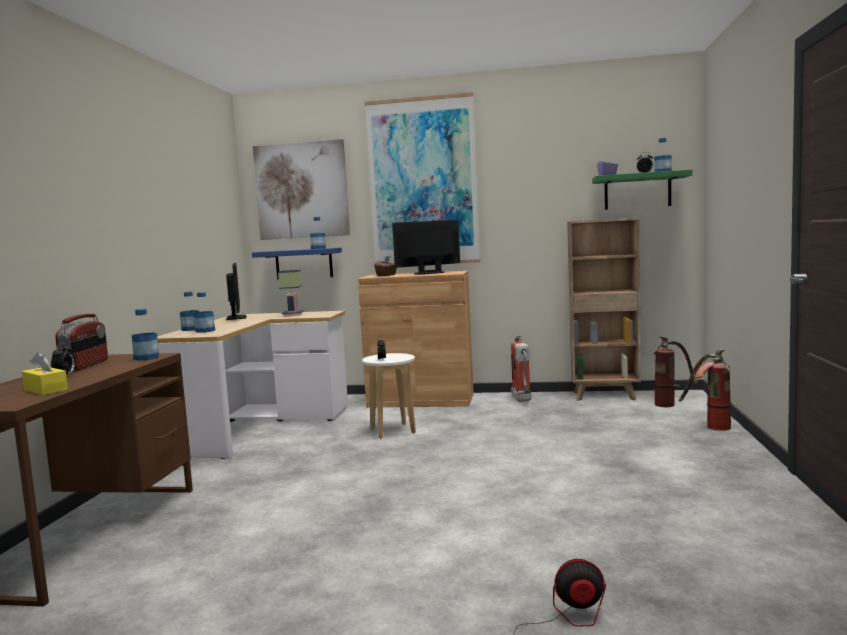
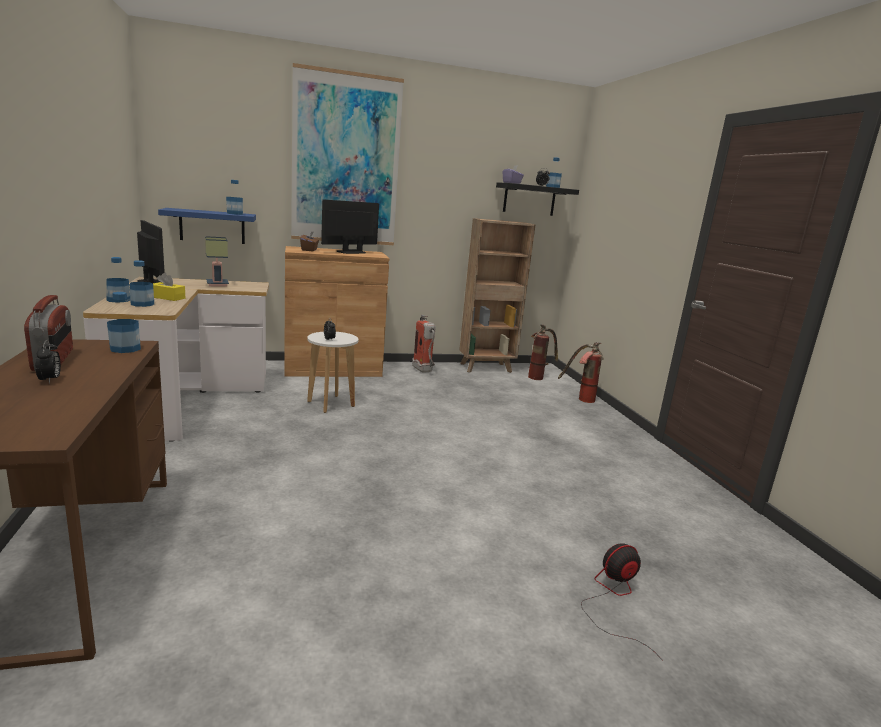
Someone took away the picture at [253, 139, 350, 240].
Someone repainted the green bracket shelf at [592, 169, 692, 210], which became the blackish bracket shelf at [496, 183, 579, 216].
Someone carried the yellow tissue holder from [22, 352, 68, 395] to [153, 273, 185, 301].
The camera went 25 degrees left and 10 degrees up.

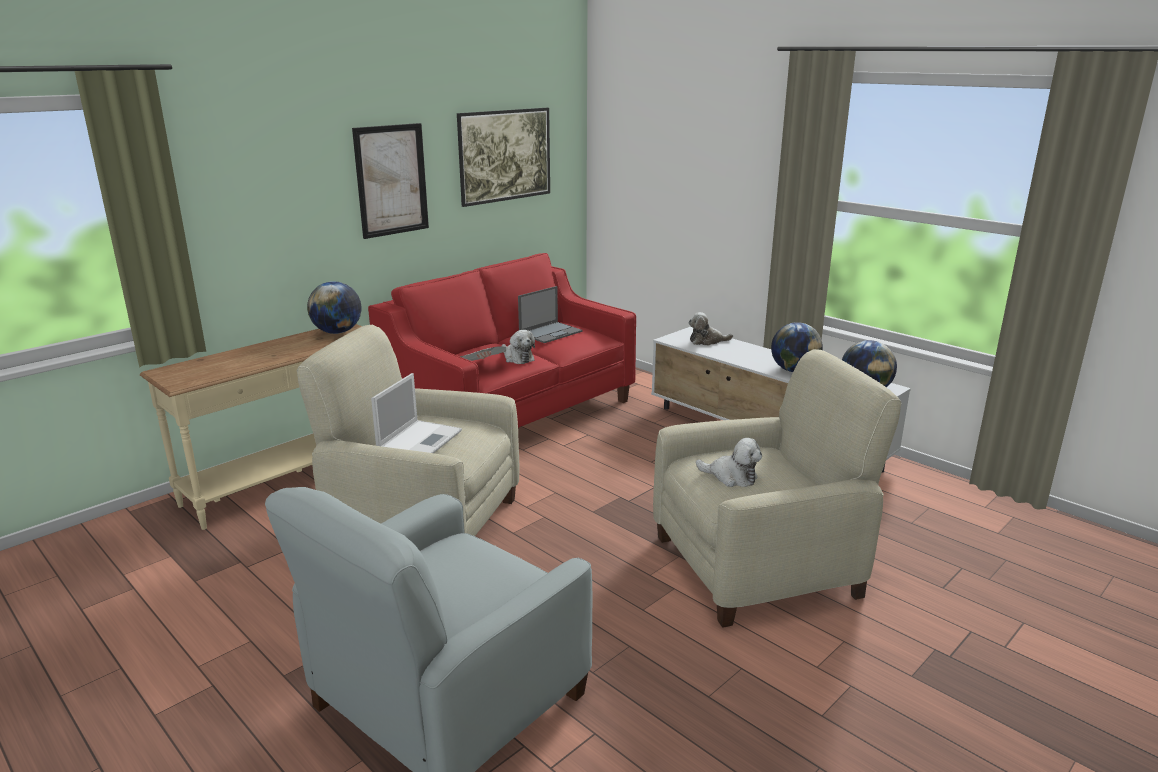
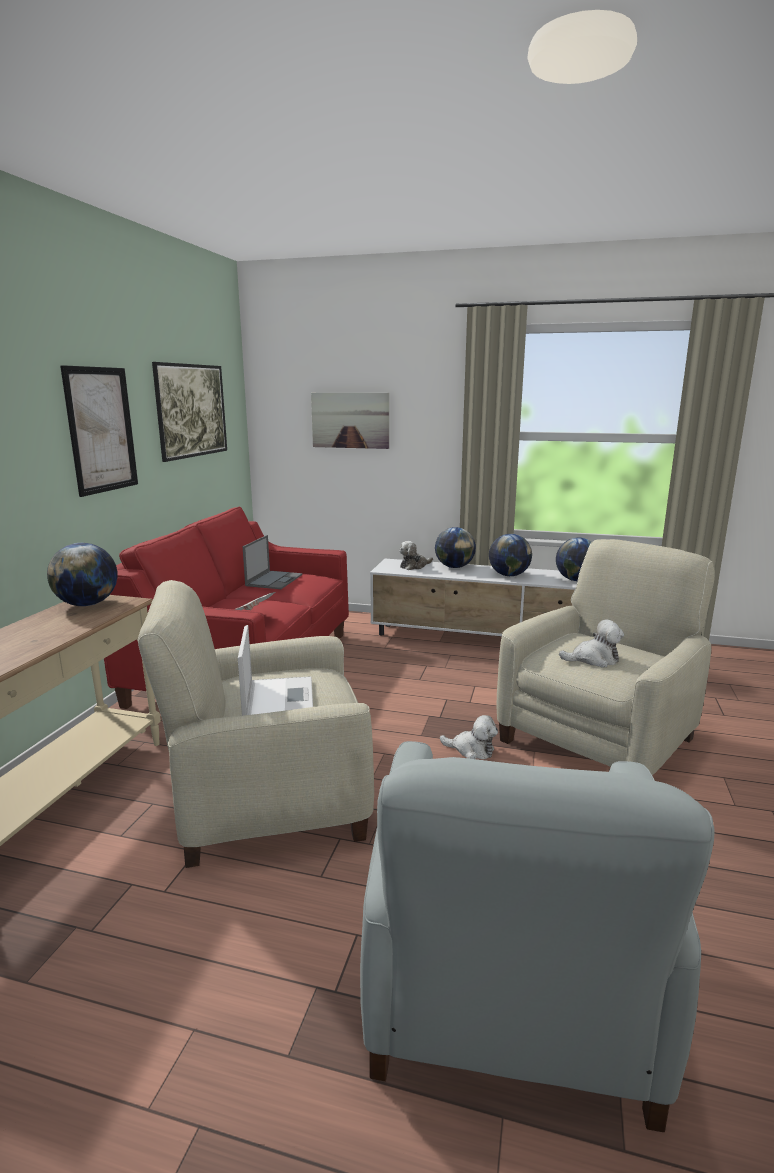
Someone carried the plush toy from [502, 330, 535, 364] to [440, 715, 498, 759].
Someone put up the picture at [311, 393, 389, 449].
Someone put down the globe at [435, 527, 476, 568].
The camera went 30 degrees left and 5 degrees down.

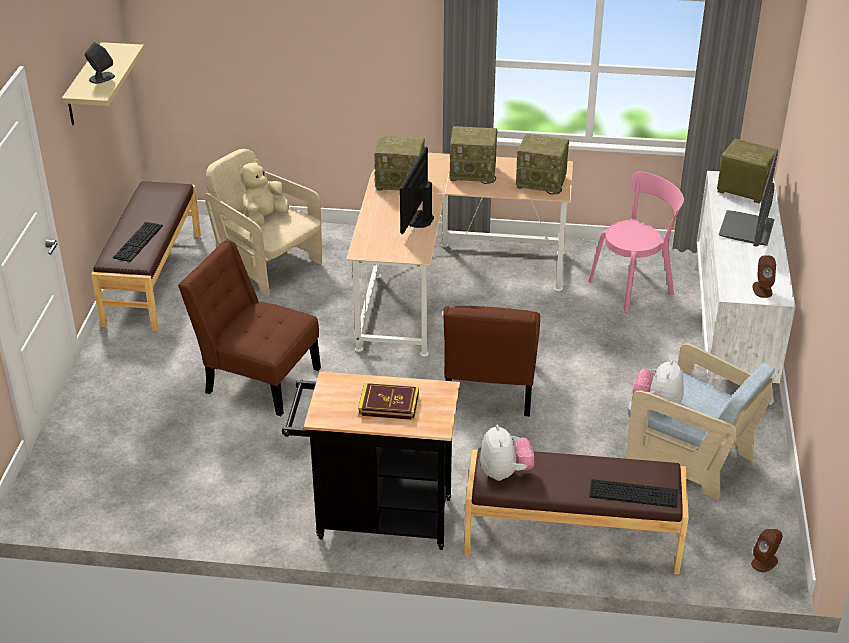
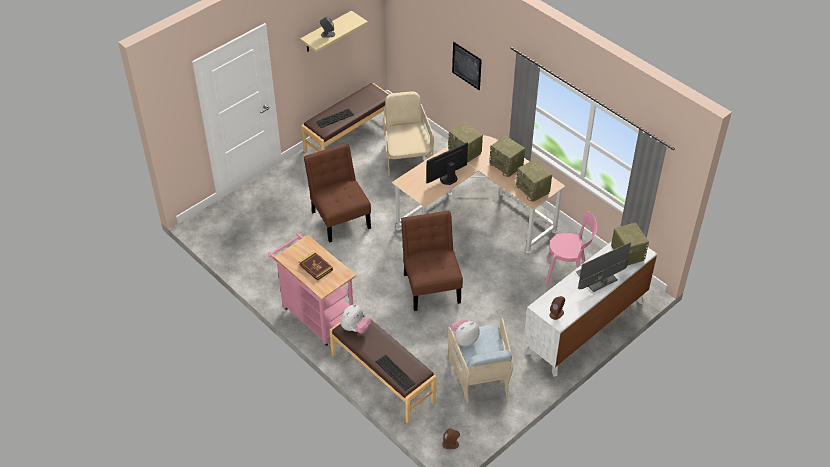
Someone took away the sand-coloured plush toy at [239, 159, 289, 227].
Someone rotated the brown upright chair at [443, 306, 540, 416] by 120 degrees clockwise.
Someone repainted the blackish cart at [282, 371, 460, 550], which became the pink-coloured cart at [268, 233, 356, 347].
Someone put up the picture at [452, 42, 482, 90].
The camera went 40 degrees right and 10 degrees up.

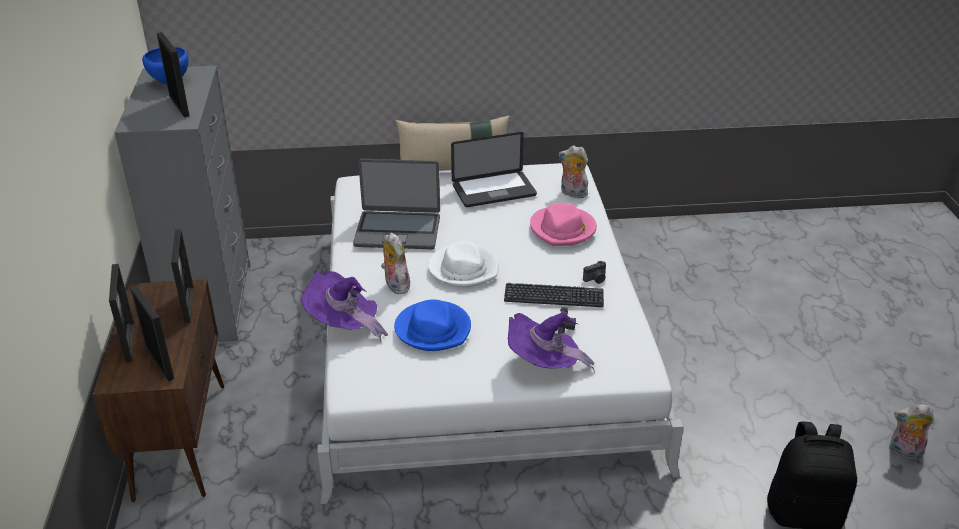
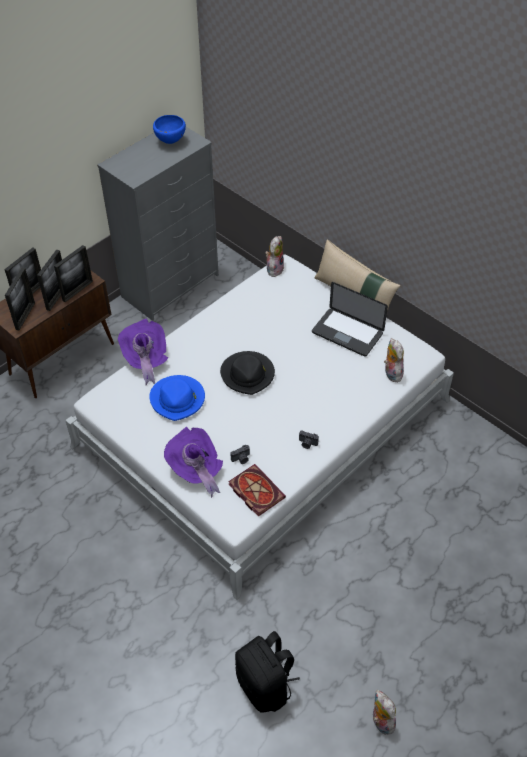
Someone carried the picture frame from [157, 32, 189, 117] to [37, 250, 62, 311].
Someone took away the notebook computer at [353, 159, 440, 249].
Someone took away the pink-coloured wearable hat at [530, 203, 597, 246].
Someone carried the plush toy from [381, 232, 411, 294] to [265, 236, 284, 277].
Someone repainted the whitish wearable hat at [428, 241, 499, 287], which became the blackish wearable hat at [220, 351, 275, 395].
Someone took away the keyboard at [504, 283, 604, 307].
Someone put down the bound book at [228, 464, 286, 517].
The camera went 50 degrees right and 15 degrees up.

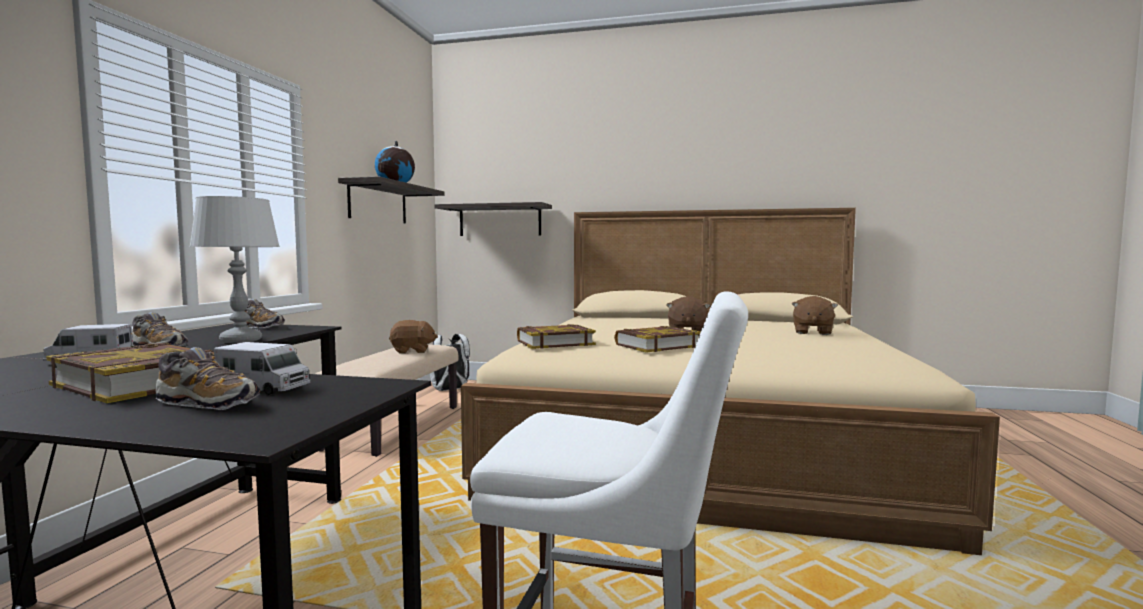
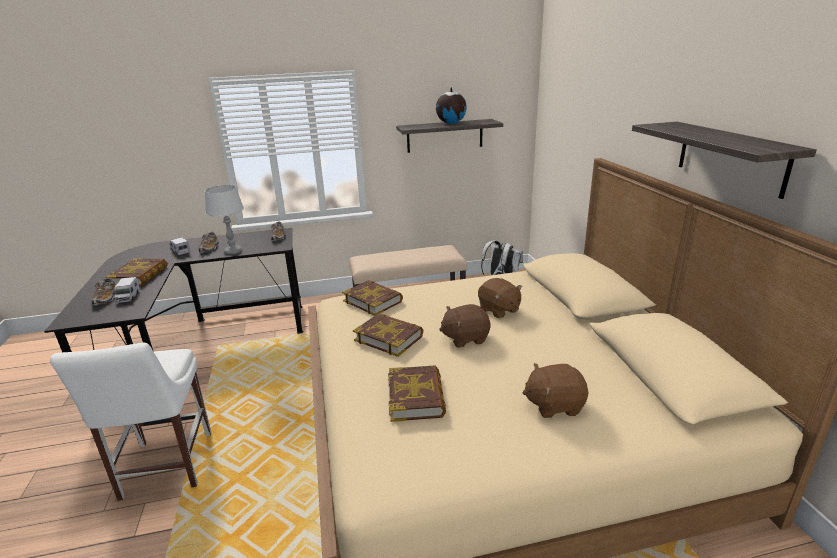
Someone carried the bracket shelf from [434, 202, 552, 236] to [632, 122, 817, 199].
Someone carried the brown plush toy from [389, 320, 438, 354] to [478, 278, 522, 318].
Someone put down the bound book at [388, 365, 446, 422].
The camera went 65 degrees right and 20 degrees up.

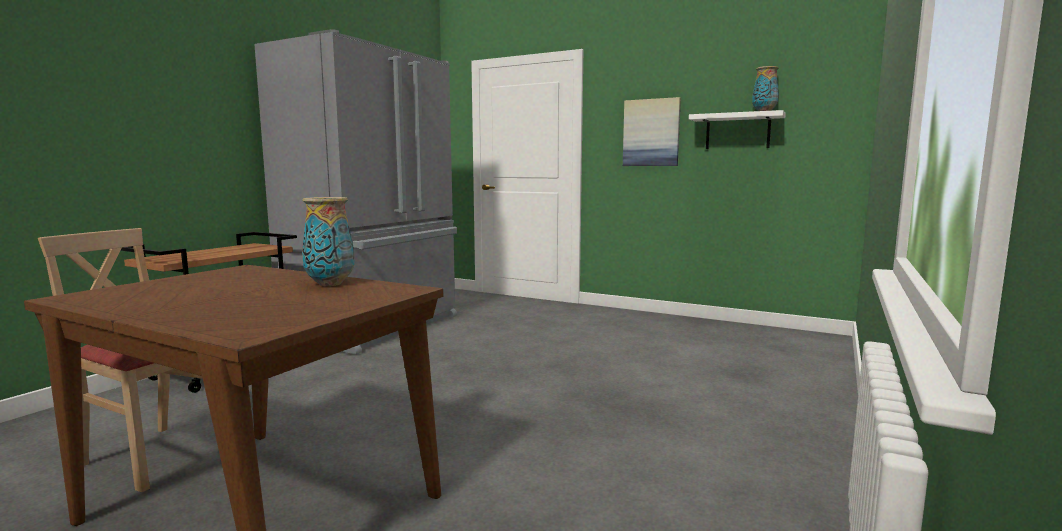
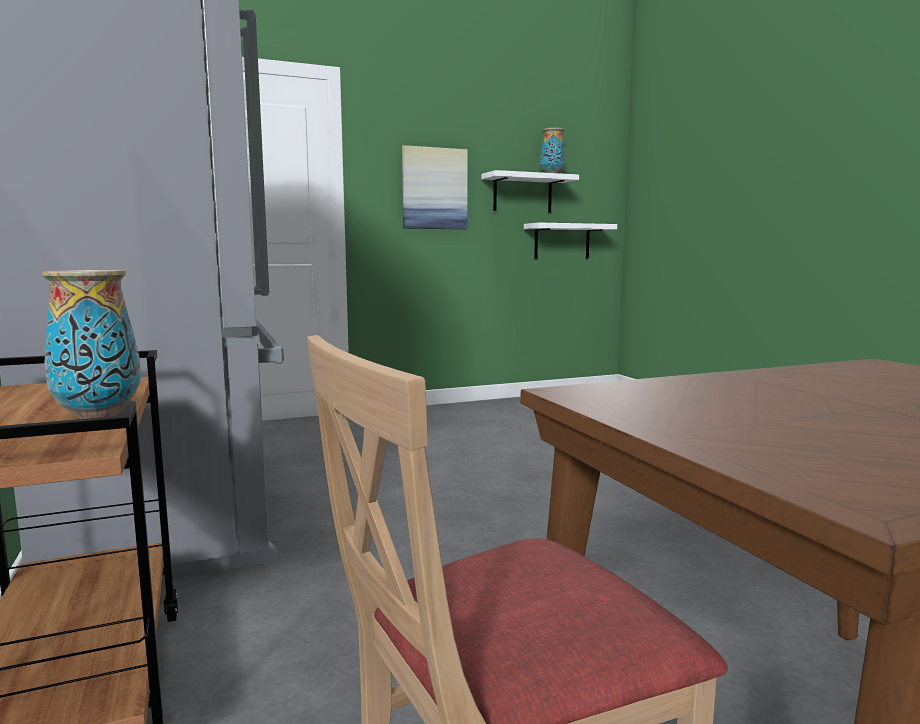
Someone carried the decorative vase from [302, 197, 355, 286] to [42, 270, 141, 419].
Someone put up the whitish bracket shelf at [524, 223, 617, 259].
The camera went 50 degrees left and 0 degrees up.

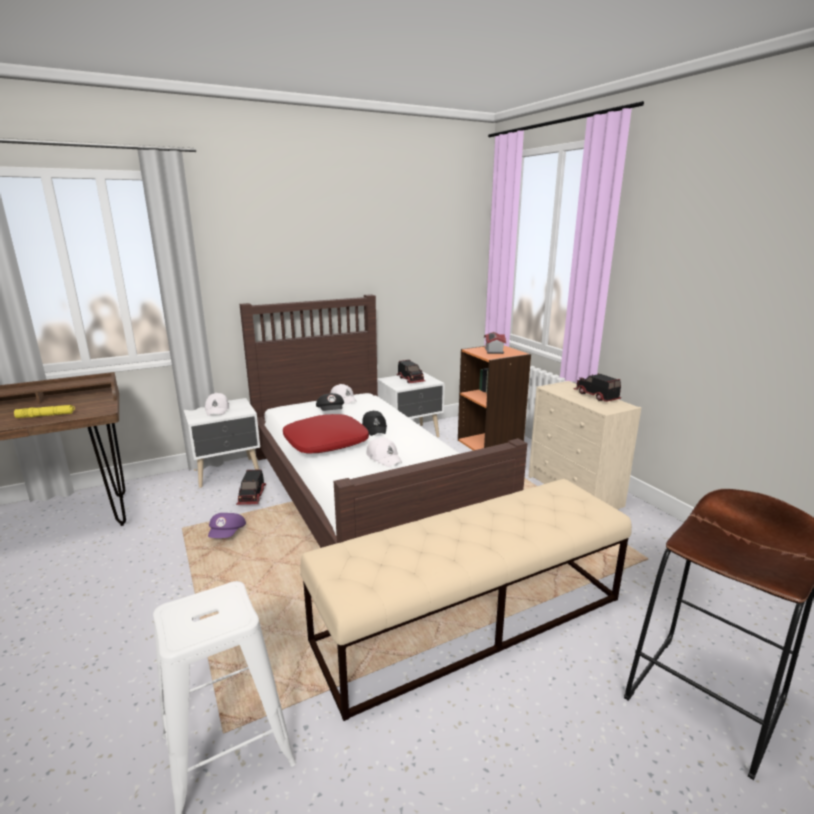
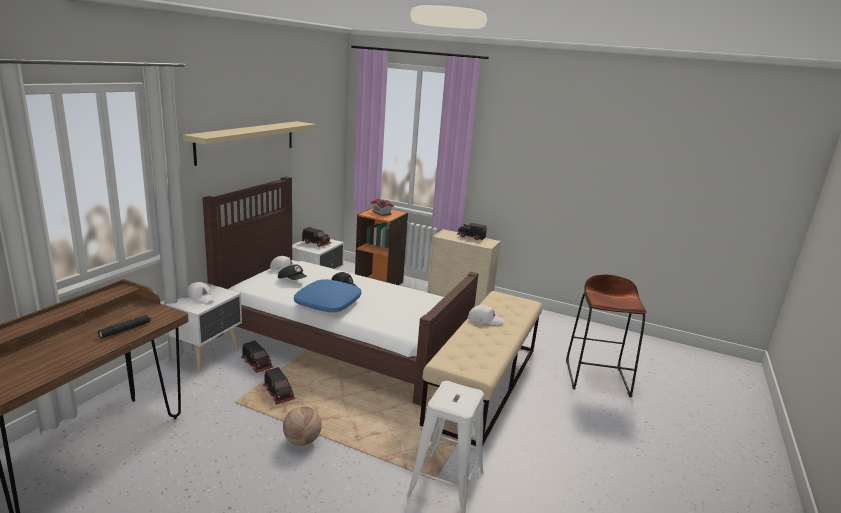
Someone repainted the yellow flashlight at [14, 405, 75, 418], which became the blackish flashlight at [98, 315, 151, 339].
Someone repainted the red pillow at [283, 414, 369, 453], which became the bluish pillow at [294, 279, 361, 312].
Someone carried the whitish cap from [367, 437, 402, 467] to [468, 305, 503, 325].
Someone swapped the purple cap at [208, 513, 246, 538] for the toy lorry at [263, 367, 295, 405].
Someone put up the sand-coloured bracket shelf at [183, 121, 316, 166].
Someone put down the ball for basketball at [283, 406, 322, 446].
The camera went 40 degrees left and 0 degrees up.

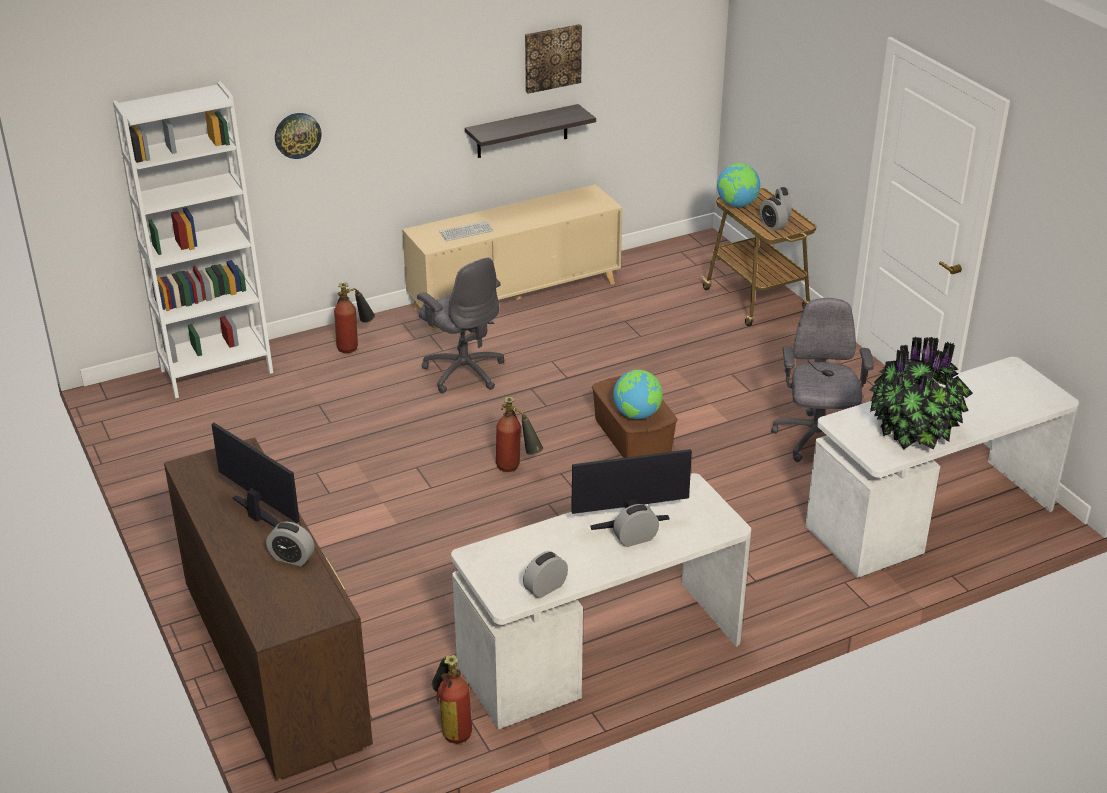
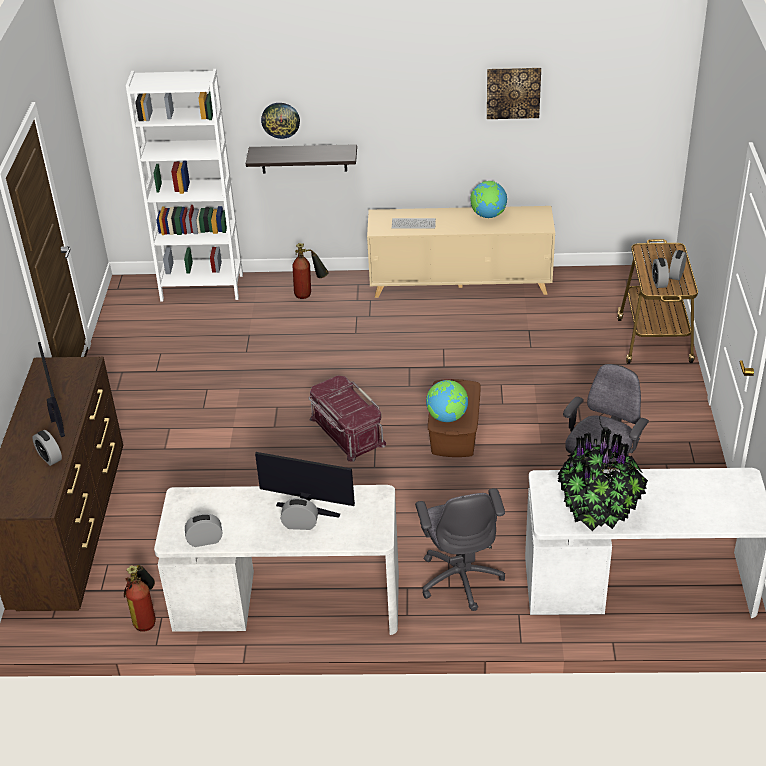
Someone carried the bracket shelf from [465, 104, 596, 158] to [246, 144, 357, 173].
Someone carried the globe from [717, 163, 760, 207] to [470, 181, 507, 218].
Someone carried the grey office chair from [417, 258, 504, 394] to [415, 488, 505, 611].
Someone swapped the fire extinguisher at [496, 397, 543, 472] for the red storage container at [309, 376, 386, 462].
The camera went 30 degrees right and 5 degrees up.

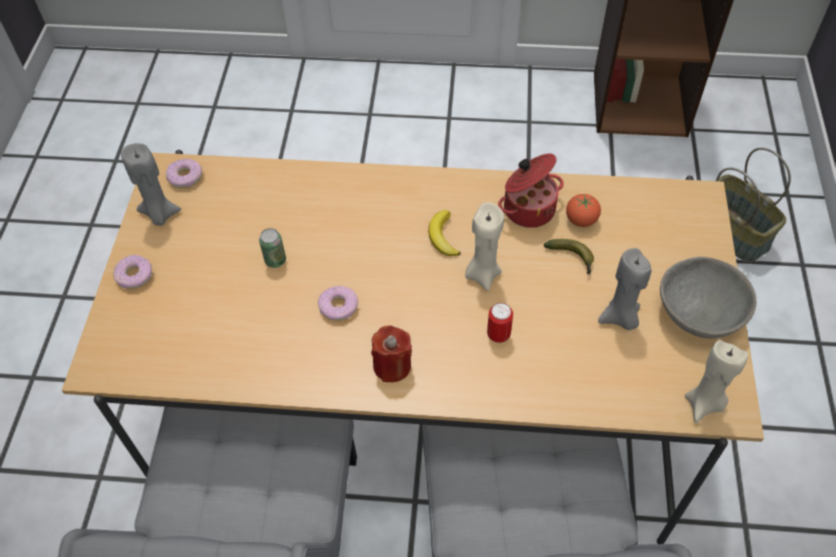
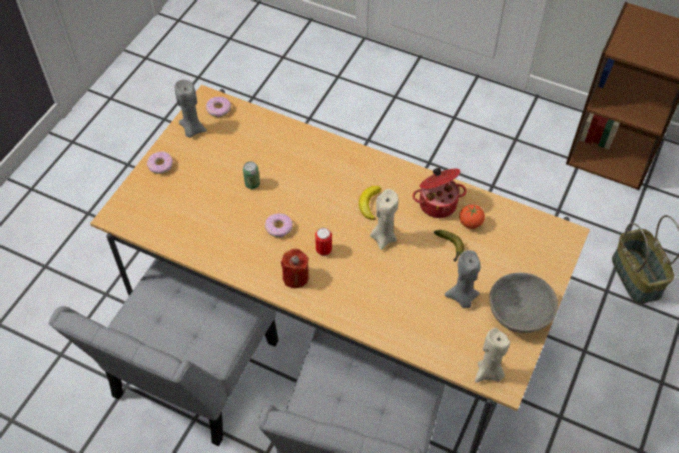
Someone carried the sealed can from [487, 303, 513, 343] to [315, 228, 332, 256].
The camera went 20 degrees right and 0 degrees up.

